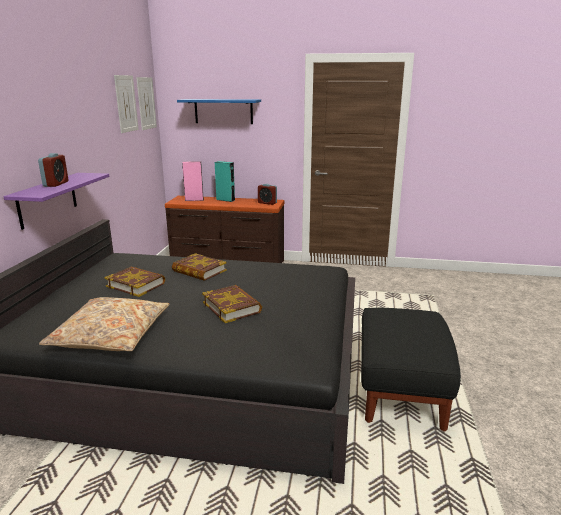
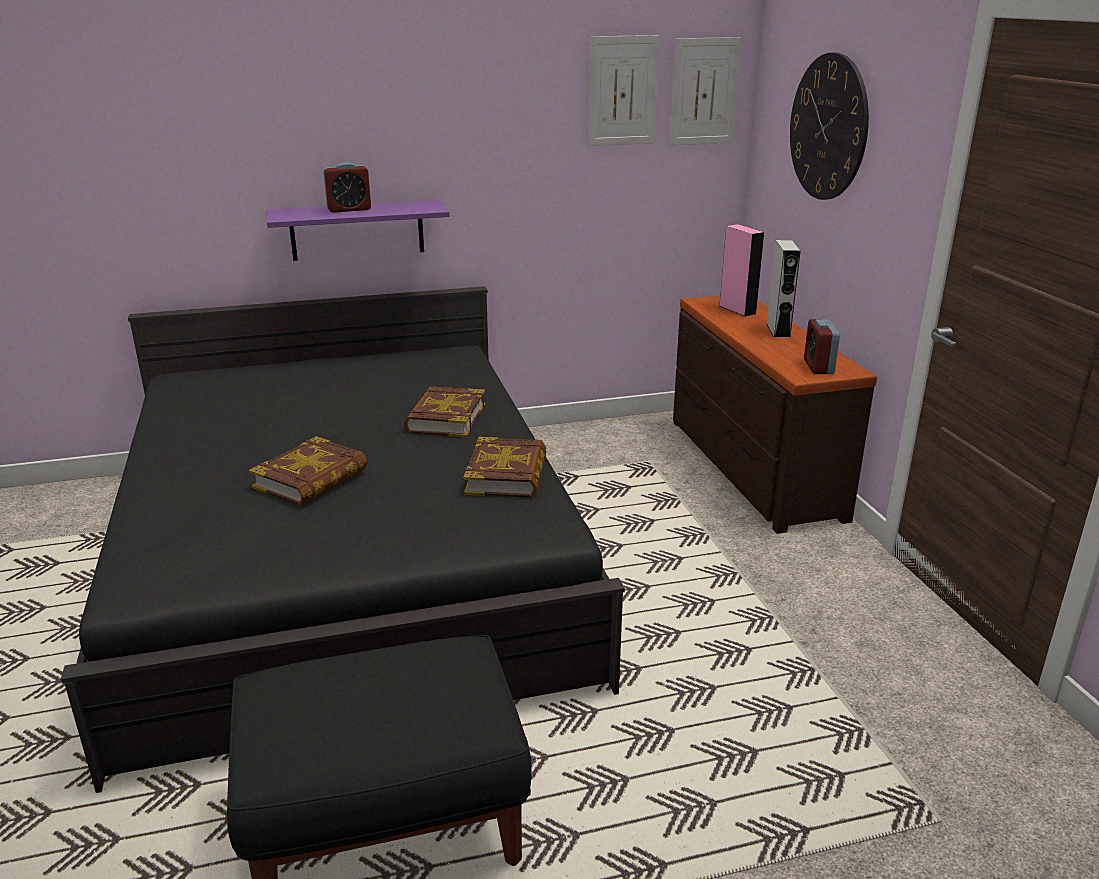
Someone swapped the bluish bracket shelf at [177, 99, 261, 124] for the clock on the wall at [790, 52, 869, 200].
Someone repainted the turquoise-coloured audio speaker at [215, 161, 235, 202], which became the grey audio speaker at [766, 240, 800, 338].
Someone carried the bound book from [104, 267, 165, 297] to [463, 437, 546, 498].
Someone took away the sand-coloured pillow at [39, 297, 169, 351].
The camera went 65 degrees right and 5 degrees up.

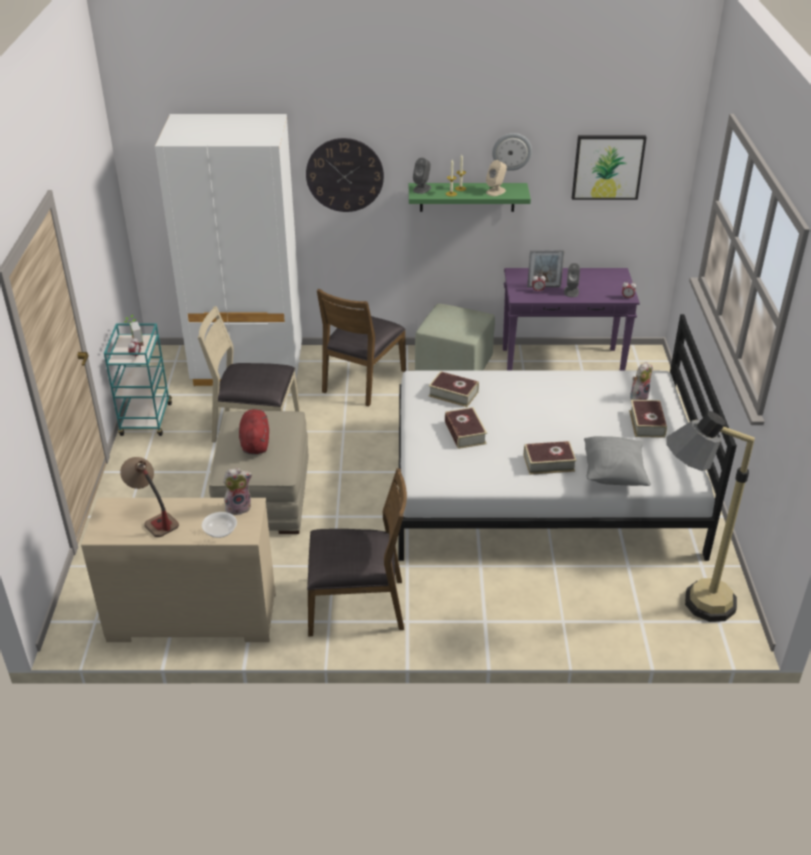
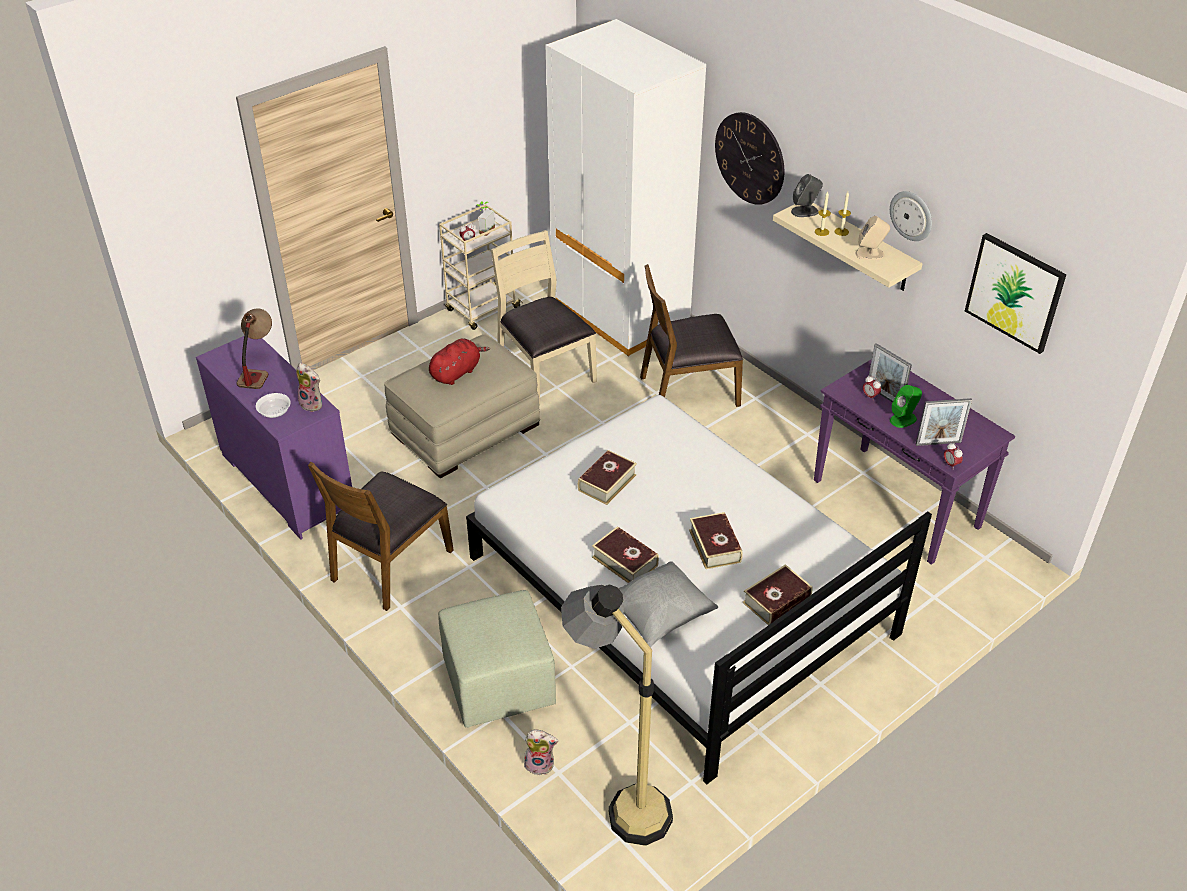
Someone repainted the green bracket shelf at [409, 183, 531, 212], which became the sand-coloured bracket shelf at [773, 203, 923, 291].
Someone repainted the grey audio speaker at [564, 263, 580, 297], which became the green audio speaker at [890, 385, 922, 428].
Someone carried the green footrest from [415, 303, 495, 371] to [438, 590, 556, 728].
Someone repainted the turquoise-coloured cart at [104, 324, 172, 436], which became the sand-coloured cart at [439, 204, 523, 330].
Someone carried the plush toy from [630, 362, 652, 400] to [524, 729, 558, 775].
Someone carried the bound book from [429, 371, 479, 407] to [689, 512, 743, 569].
Someone rotated the brown upright chair at [307, 468, 407, 636] by 75 degrees clockwise.
Someone repainted the sand-coloured drawer chest at [81, 498, 276, 642], which became the purple drawer chest at [196, 336, 352, 540].
Someone put down the picture frame at [916, 398, 972, 446].
The camera went 50 degrees right and 5 degrees up.

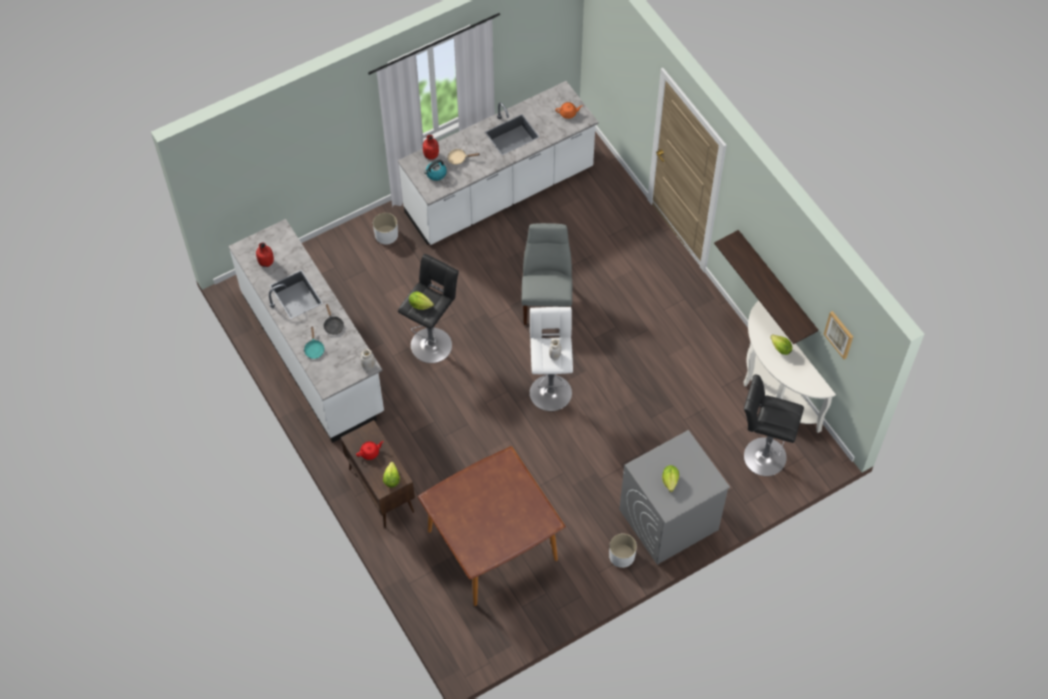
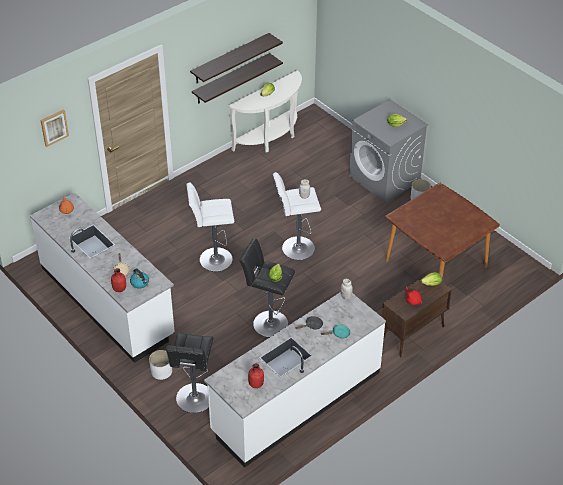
Someone swapped the grey upright chair at [522, 223, 572, 325] for the whitish sitting stool at [186, 183, 234, 272].
Someone carried the picture from [824, 311, 853, 359] to [41, 109, 69, 147].
Someone carried the blackish sitting stool from [744, 375, 804, 476] to [166, 333, 213, 413].
Someone put up the bracket shelf at [190, 33, 283, 83].
The camera went 100 degrees left and 15 degrees down.

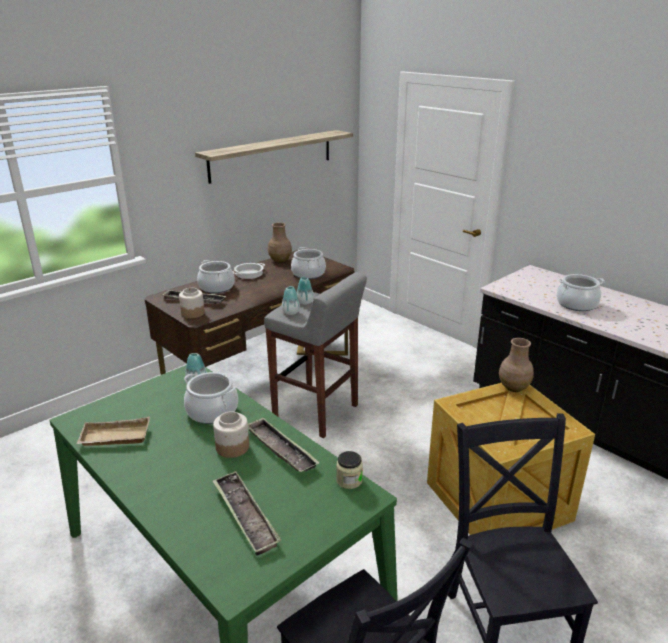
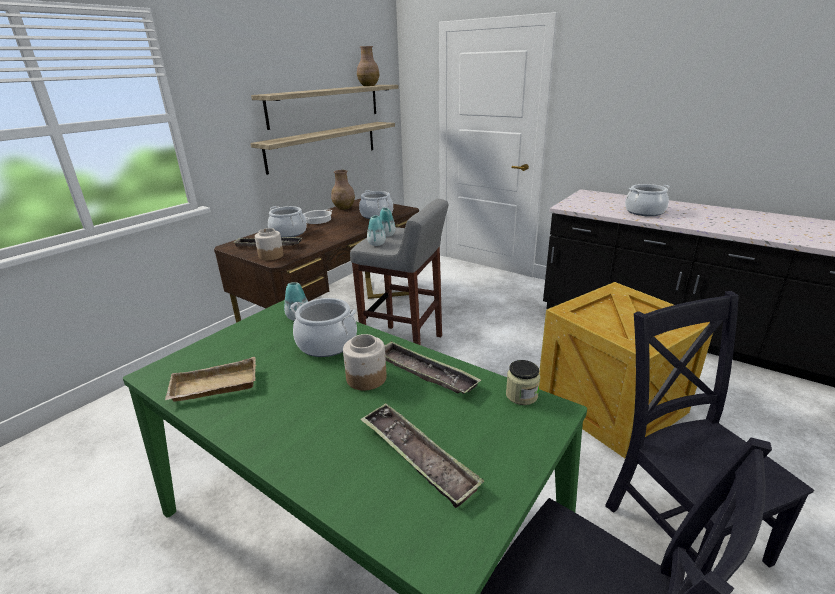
Someone carried the brown decorative vase from [499, 338, 534, 392] to [357, 46, 379, 86].
Someone put up the bracket shelf at [250, 122, 395, 175].
The camera went 10 degrees left and 0 degrees up.

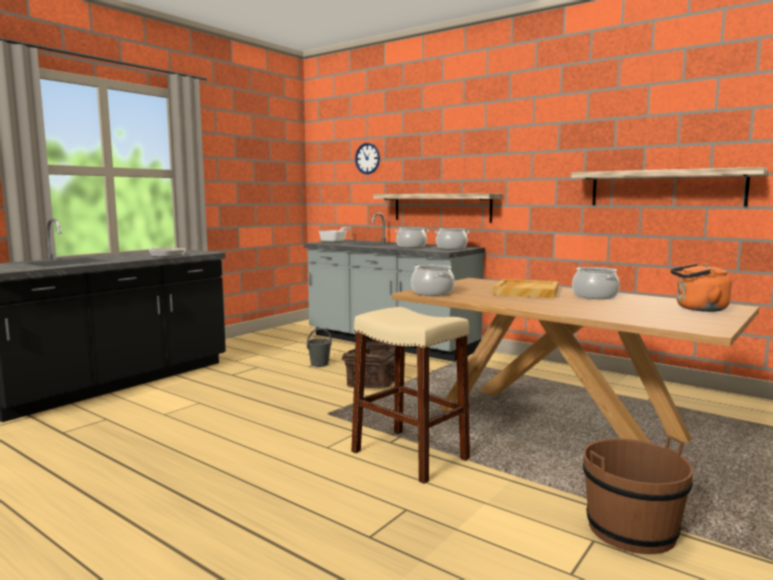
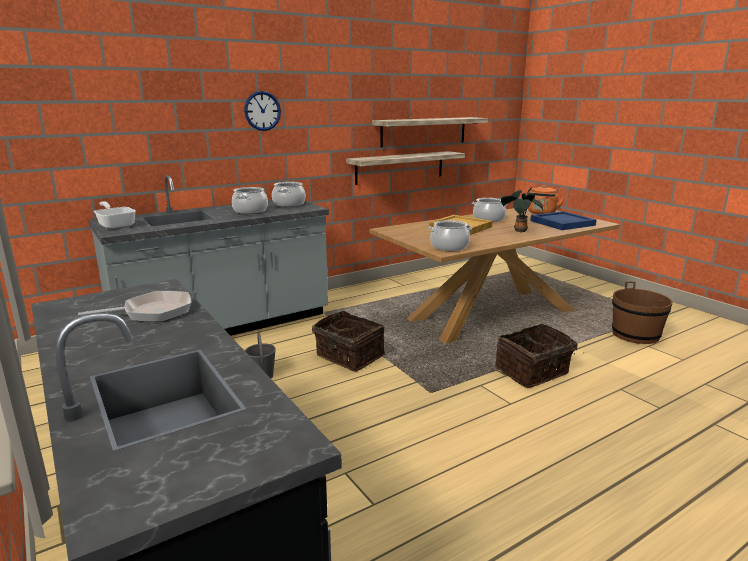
Someone carried the clock on the wall from [355, 143, 380, 174] to [244, 91, 281, 131].
Someone carried the bracket shelf from [373, 194, 503, 222] to [346, 151, 465, 185].
Someone swapped the sand-coloured sitting stool at [351, 307, 470, 484] for the basket at [495, 324, 584, 388].
Someone put down the potted plant at [501, 190, 543, 233].
Someone put down the bluish tray at [530, 211, 597, 230].
The camera went 70 degrees left and 10 degrees up.

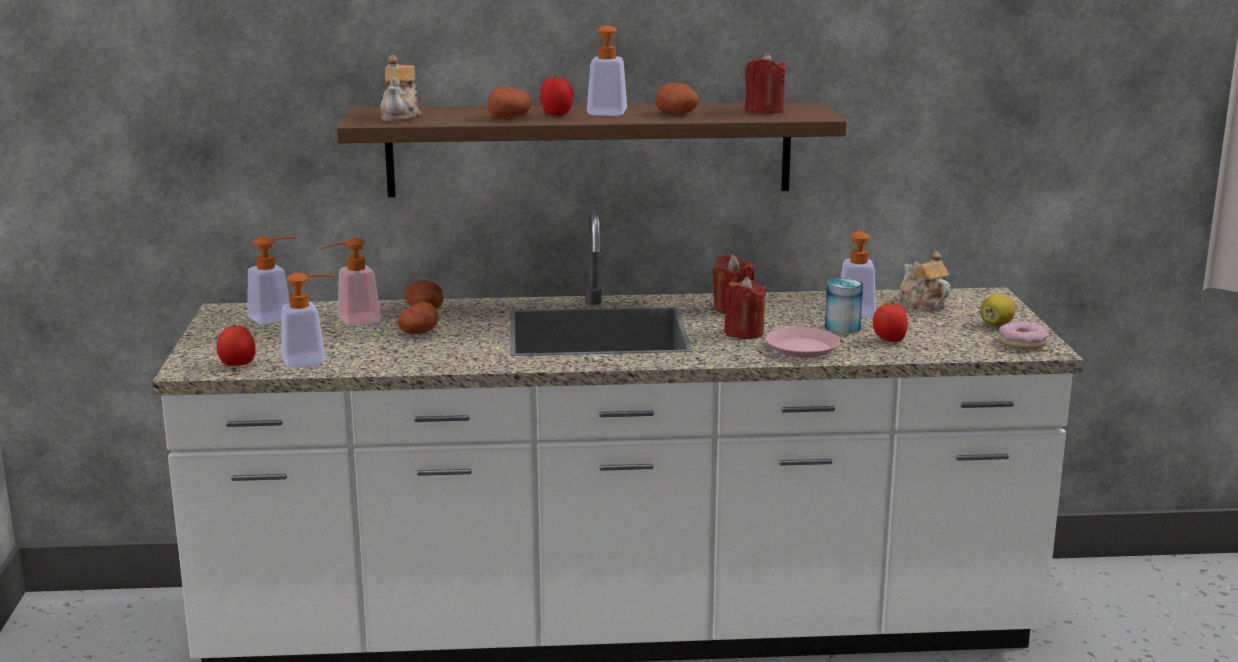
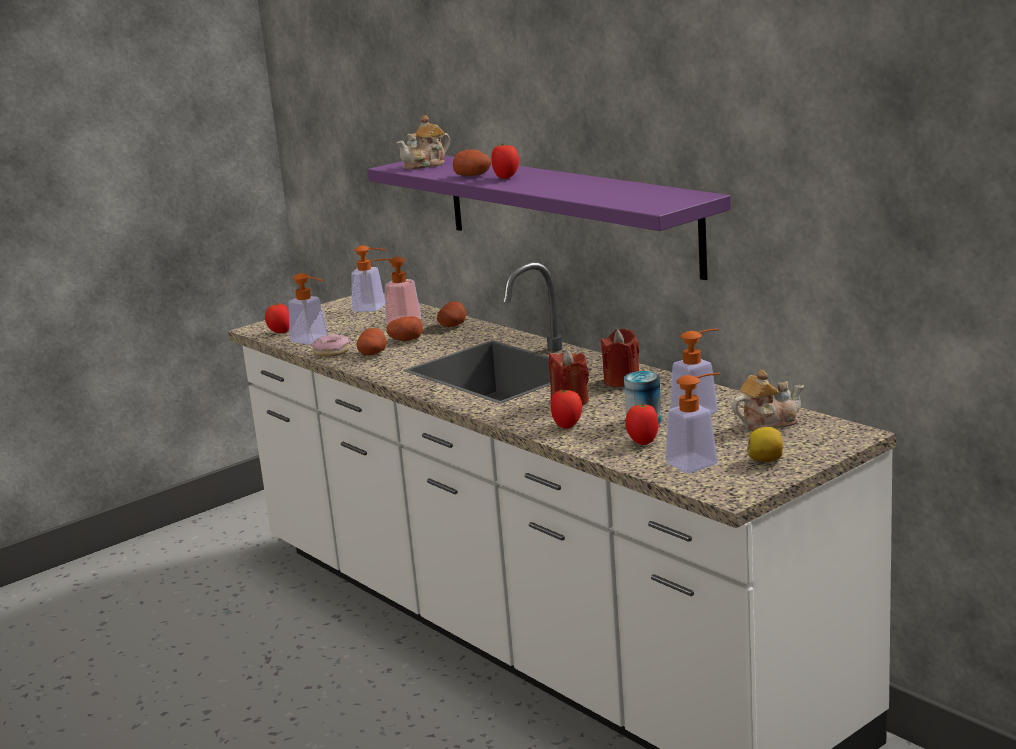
Someone carried the soap dispenser from [587, 26, 627, 116] to [665, 373, 720, 473].
Someone took away the red wax light at [744, 52, 786, 114].
Someone carried the potato from [655, 83, 699, 114] to [357, 328, 387, 355].
Someone repainted the brown bracket shelf at [337, 102, 846, 197], which became the purple bracket shelf at [367, 156, 731, 280].
Someone rotated the teapot at [900, 251, 950, 311] by 45 degrees clockwise.
Someone carried the doughnut from [998, 321, 1049, 349] to [312, 335, 350, 357].
Someone swapped the pink-coloured dinner plate at [766, 327, 840, 358] for the whole tomato at [551, 389, 582, 429].
The camera went 55 degrees right and 0 degrees up.

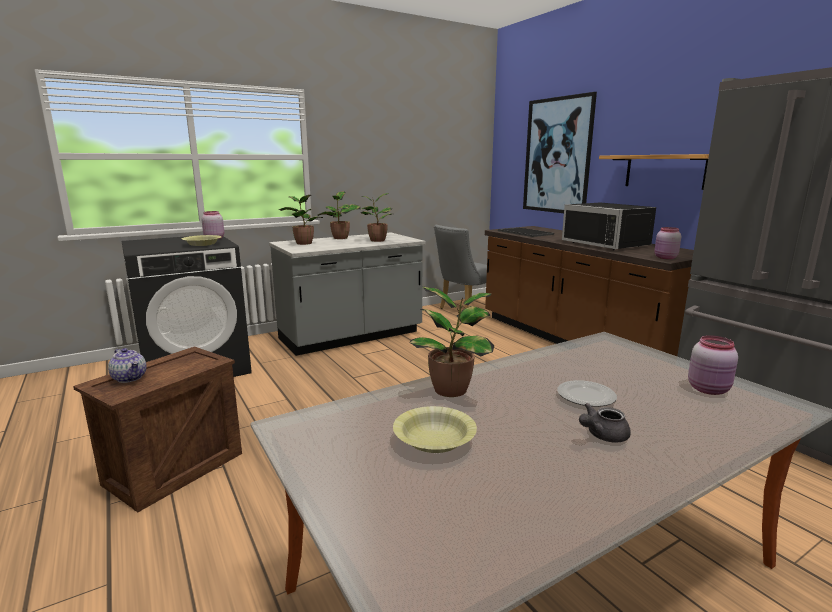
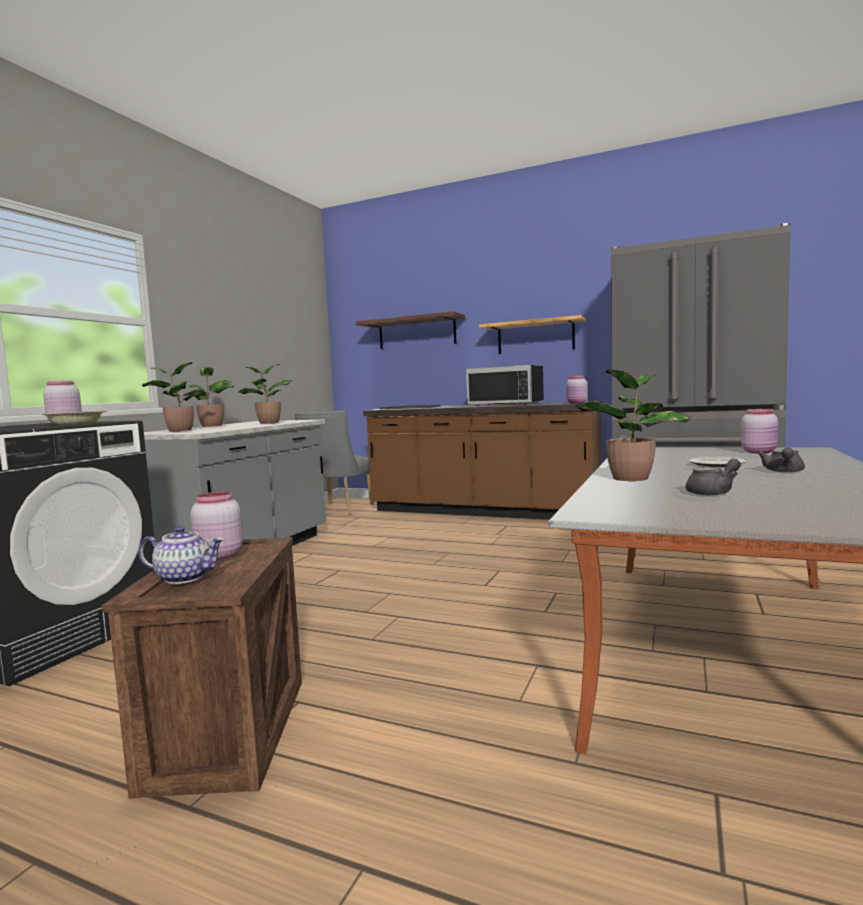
Someone swapped the picture at [523, 92, 597, 213] for the bracket shelf at [356, 311, 465, 349].
Someone swapped the yellow deep dish at [393, 406, 477, 453] for the grey teapot at [685, 459, 741, 496].
Someone put down the pink-coloured preserve jar at [191, 491, 243, 560].
The camera went 35 degrees left and 10 degrees down.

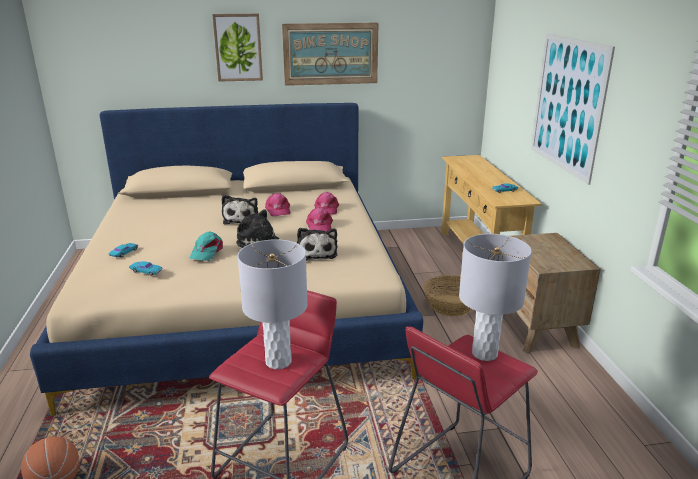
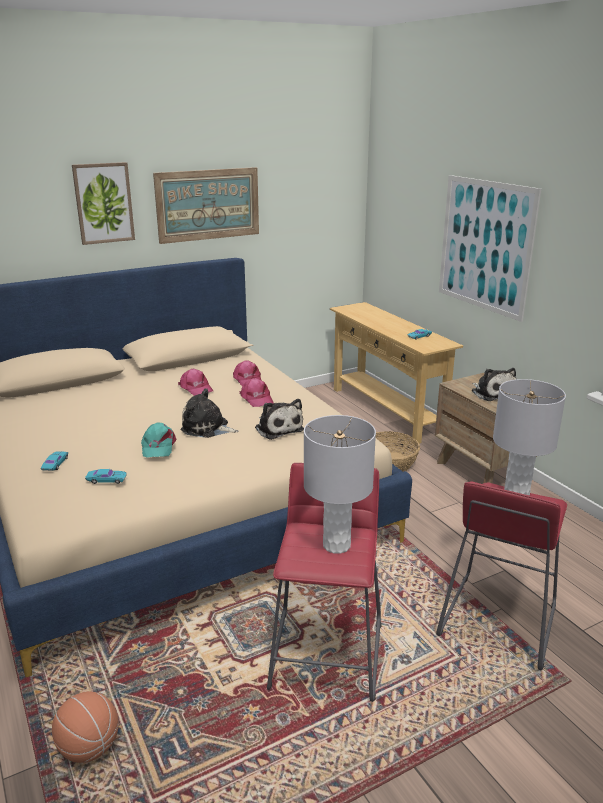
Someone carried the plush toy from [222, 195, 258, 224] to [472, 368, 516, 401].
The camera went 20 degrees left and 0 degrees up.

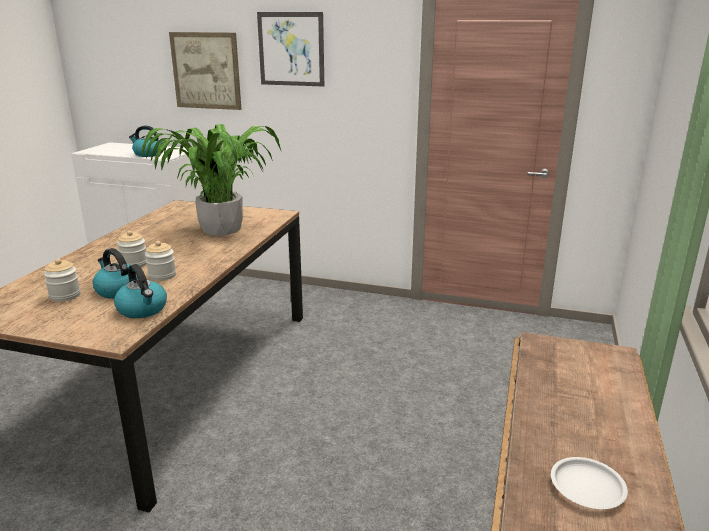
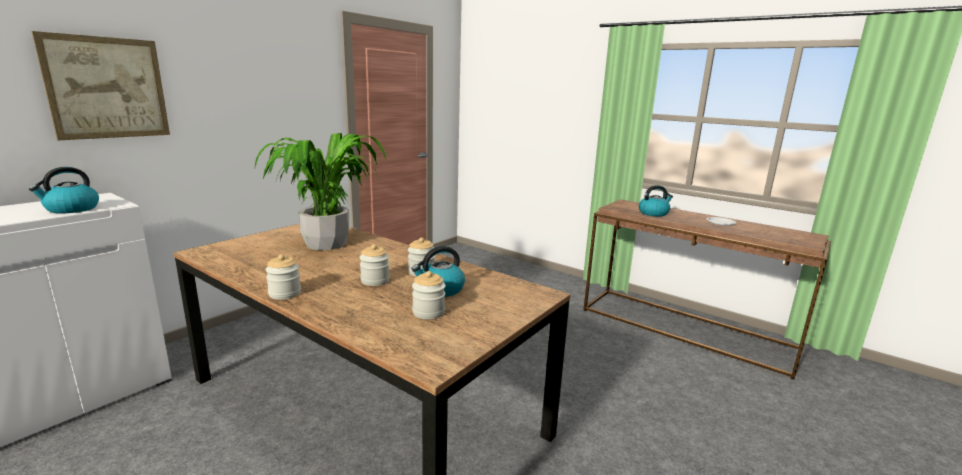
Someone took away the picture at [257, 12, 324, 87].
Someone carried the tea kettle from [114, 264, 167, 318] to [639, 185, 673, 216].
Someone put down the preserve jar at [266, 254, 301, 300].
The camera went 70 degrees left and 5 degrees down.

